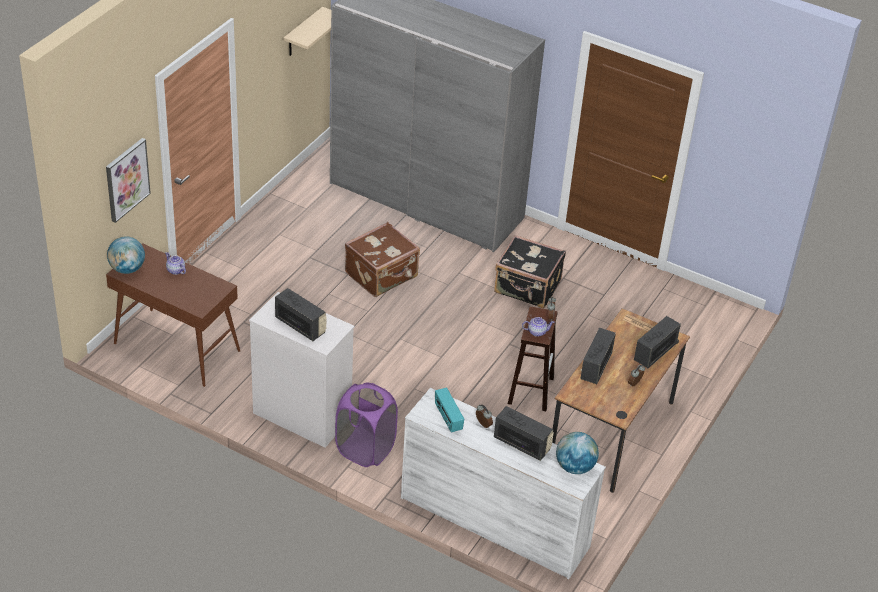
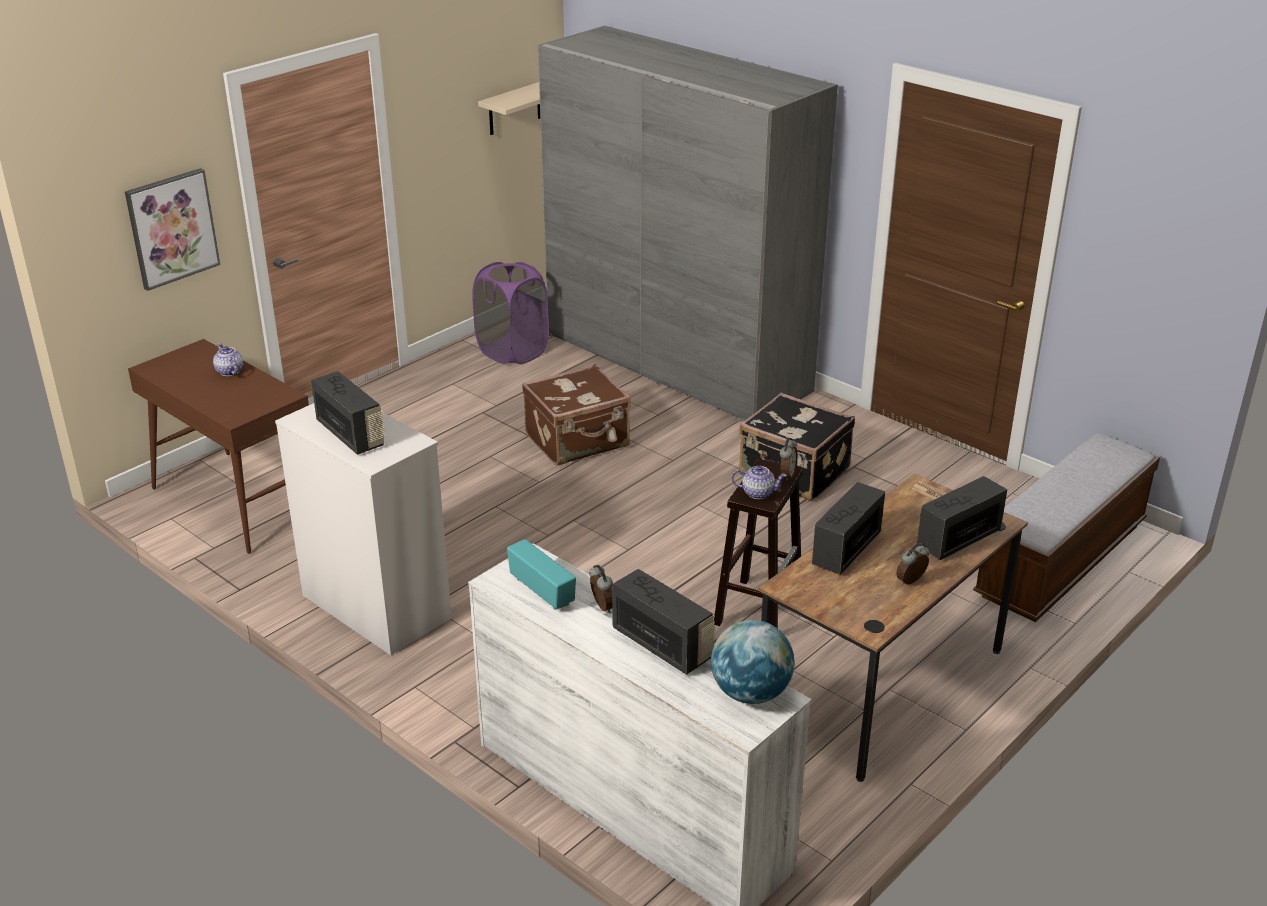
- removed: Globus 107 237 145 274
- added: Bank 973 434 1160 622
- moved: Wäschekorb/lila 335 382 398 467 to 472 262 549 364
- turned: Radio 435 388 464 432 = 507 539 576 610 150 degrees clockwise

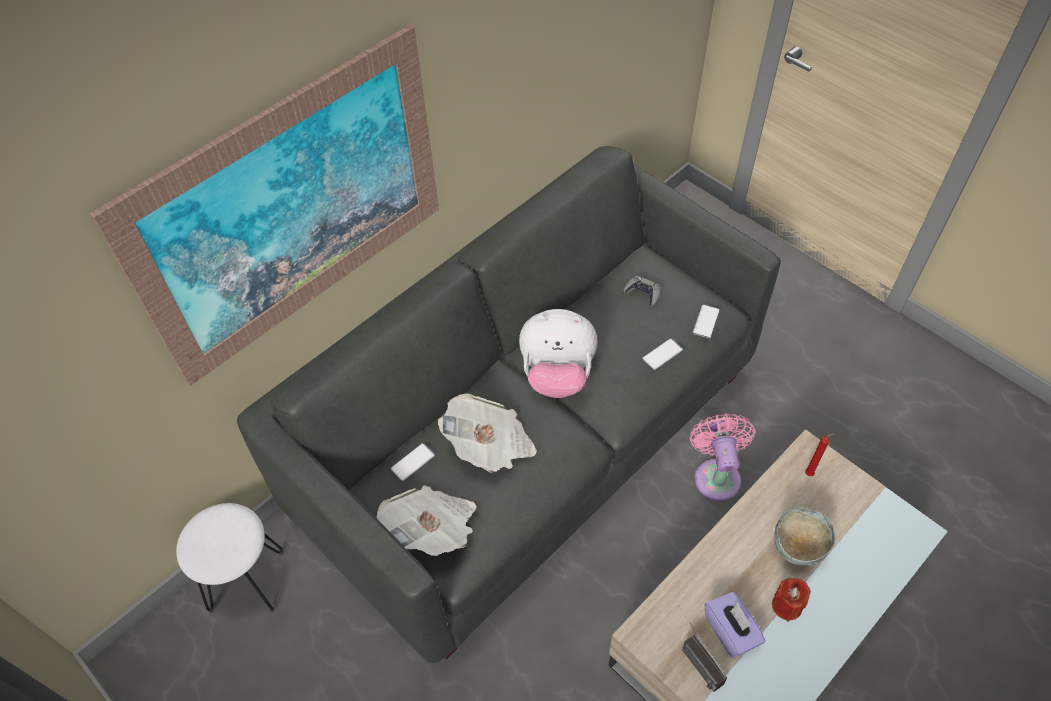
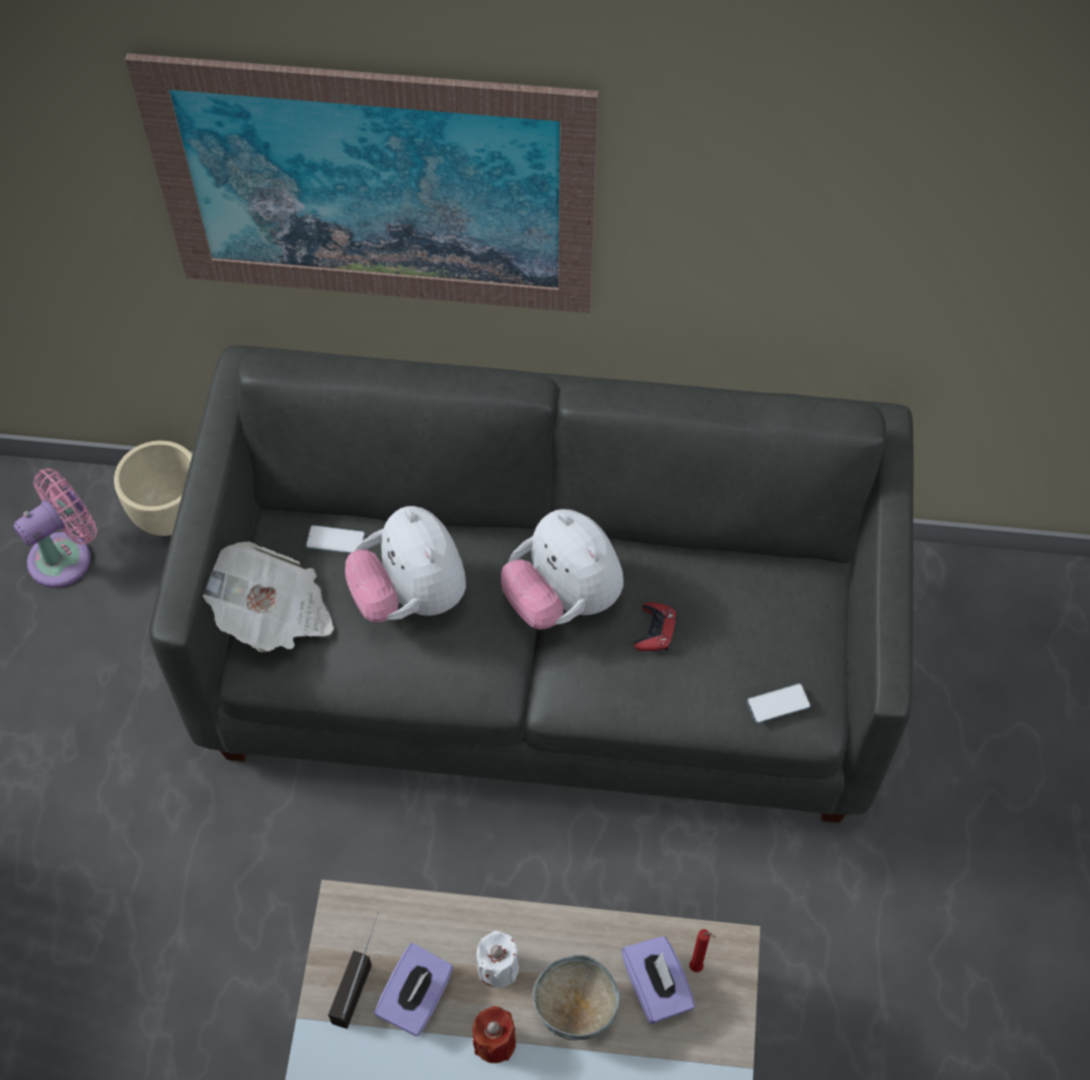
- removed: Gamepad/grau 623 276 661 306
- removed: Handy 642 338 683 370
- added: Kerze/weiß 476 931 519 988
- added: Taschentuchbox/lila 621 936 695 1024
- added: Gamepad/rot 633 602 677 651
- moved: Ventilator/rosa 690 414 756 501 to 14 468 97 588
- replaced: Hocker/weiß 176 503 284 613 to Pflanzkübel/beige 114 441 192 536
- replaced: Zeitung 438 393 537 473 to Plüschtier 345 506 466 623

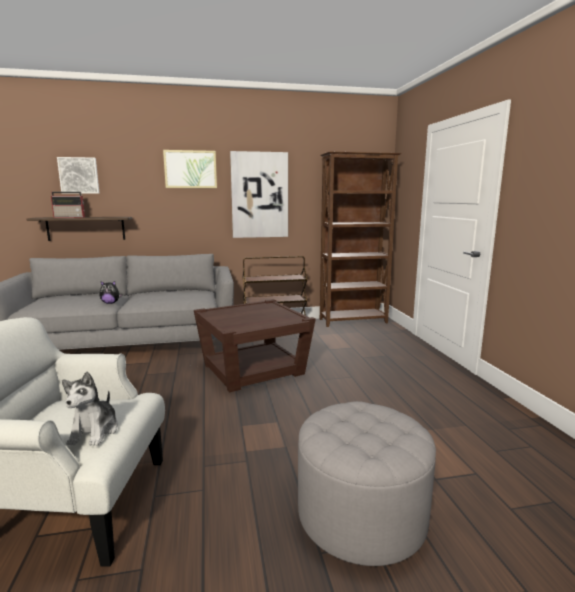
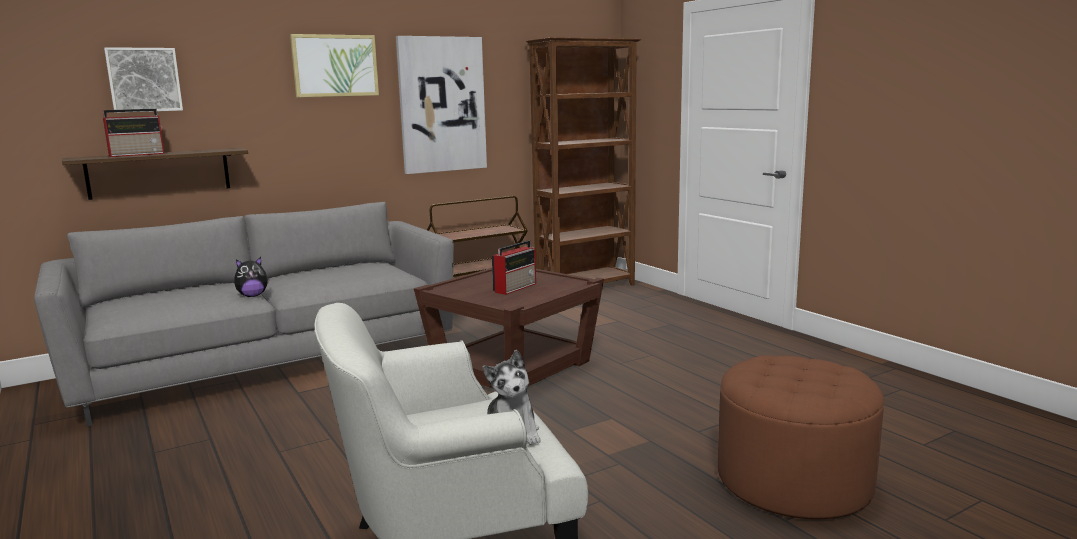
- added: Radio 492 240 536 295
- recoloured: Polsterhocker/grau 298 401 436 566 to Polsterhocker/braun 718 356 884 519

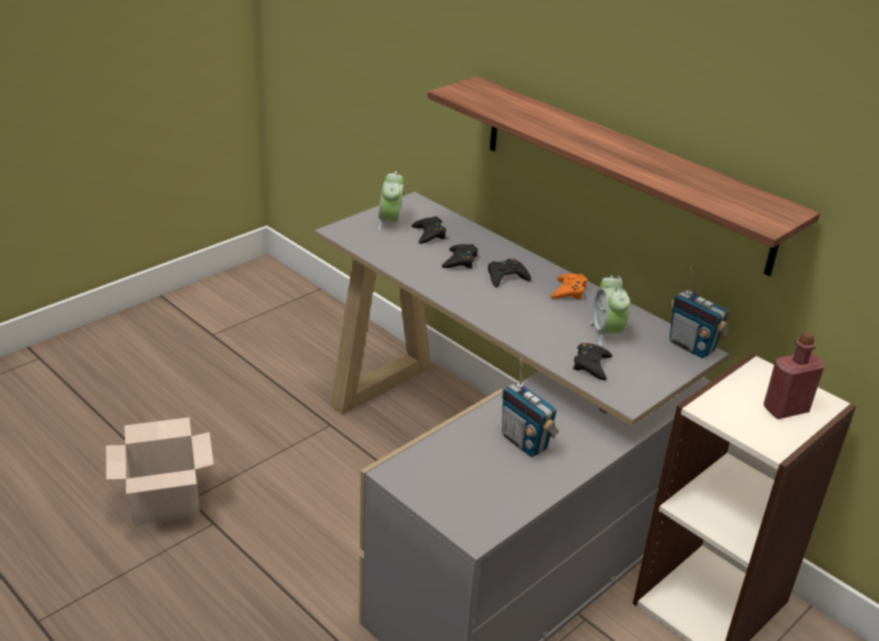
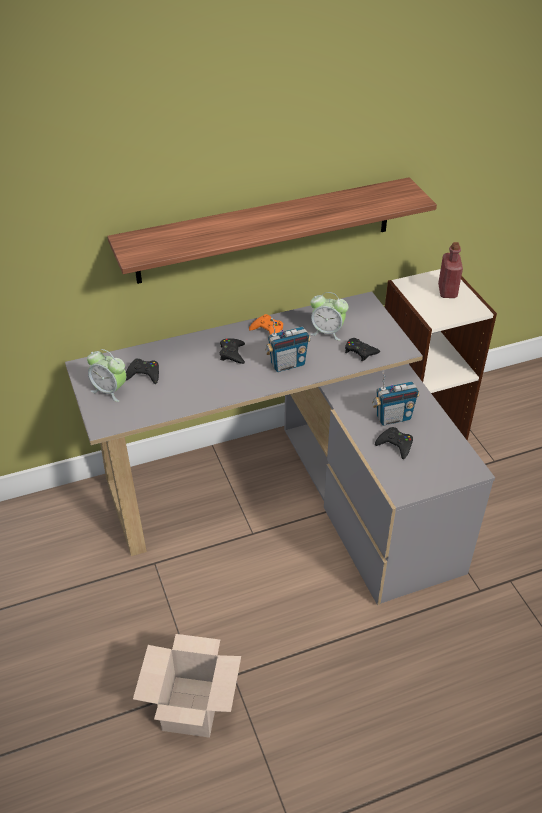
- moved: Gamepad/schwarz 442 244 478 269 to 375 427 413 459
- moved: Radio 670 267 729 358 to 265 318 311 372

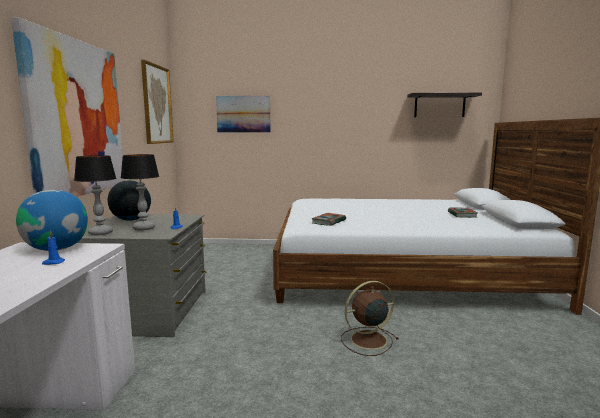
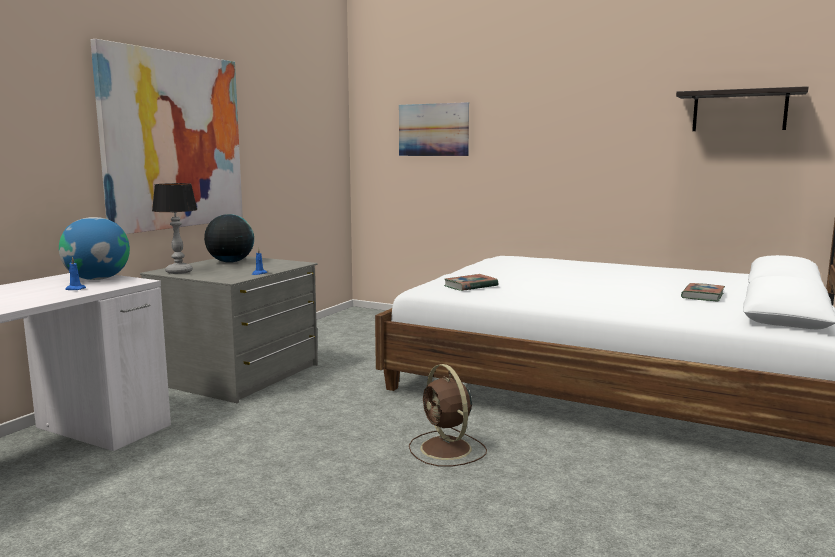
- removed: Tischlampe 121 154 159 230
- removed: Bild 141 60 174 144
- turned: Ventilator/braun 341 281 399 356 = 409 364 487 467 120 degrees counterclockwise

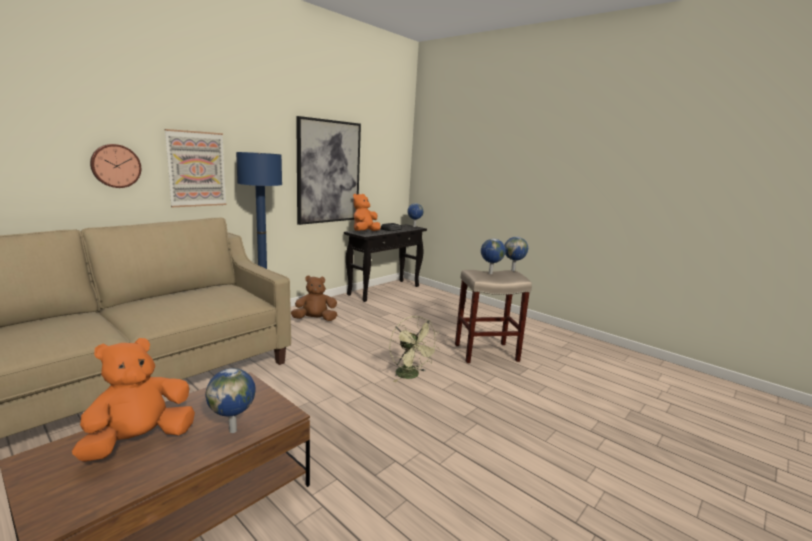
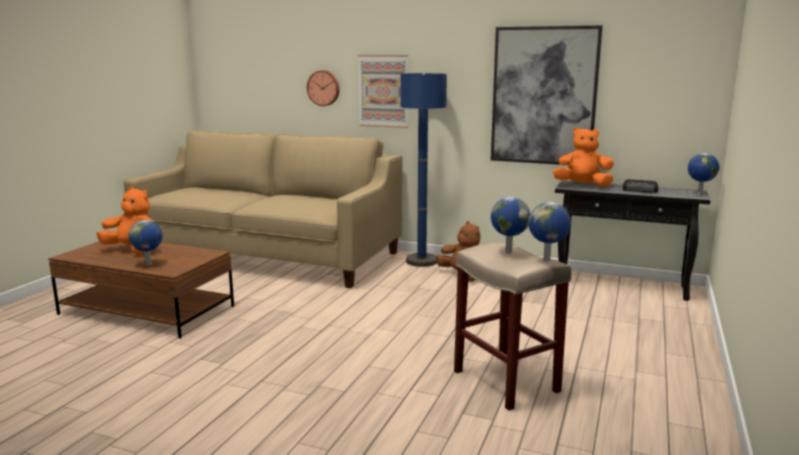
- removed: Ventilator/grün 389 316 440 382

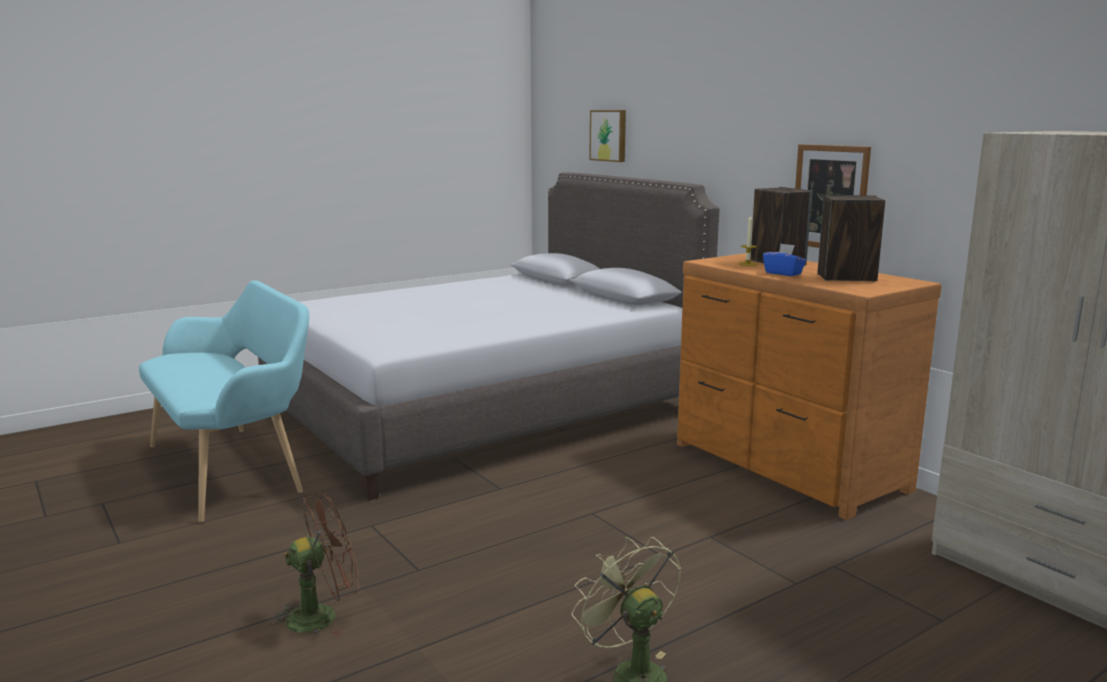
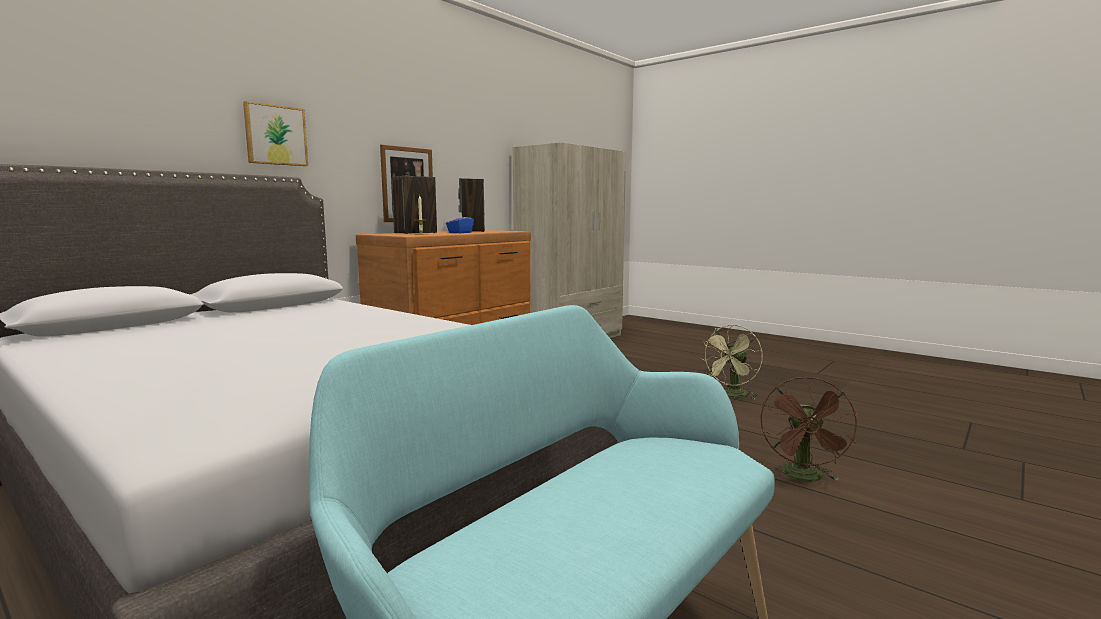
- moved: Bild 589 110 626 162 to 243 101 308 166
- turned: Ventilator/braun 269 493 359 637 = 760 377 858 481 120 degrees counterclockwise

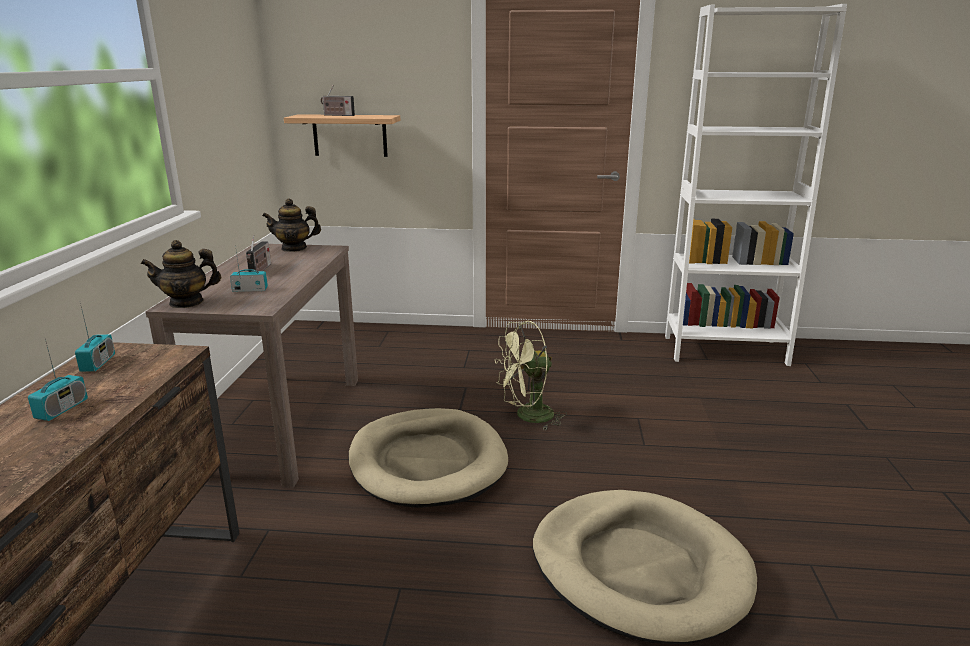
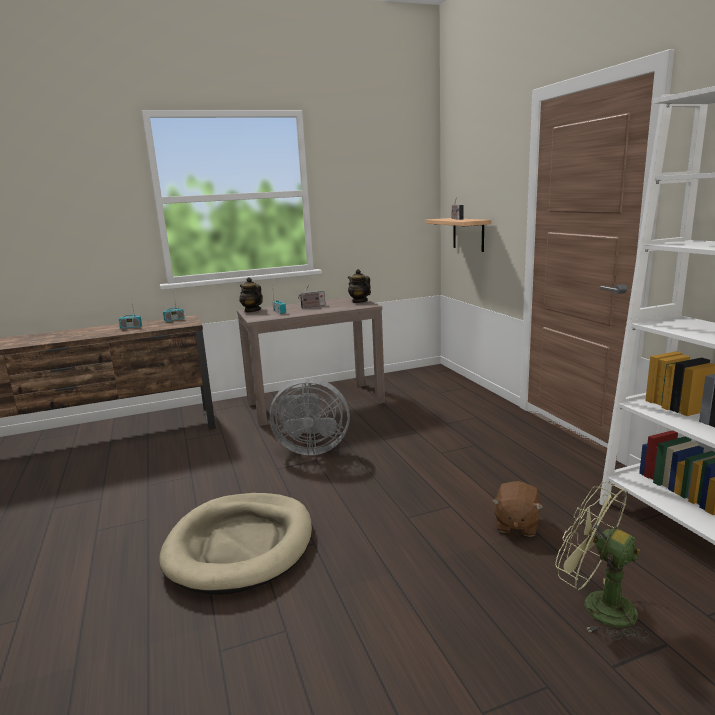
- added: Plüschtier/braun 492 481 543 537
- moved: Ventilator/grün 495 321 567 430 to 555 481 649 641
- replaced: Hundebett/beige 348 408 508 508 to Ventilator/grau 269 378 350 455

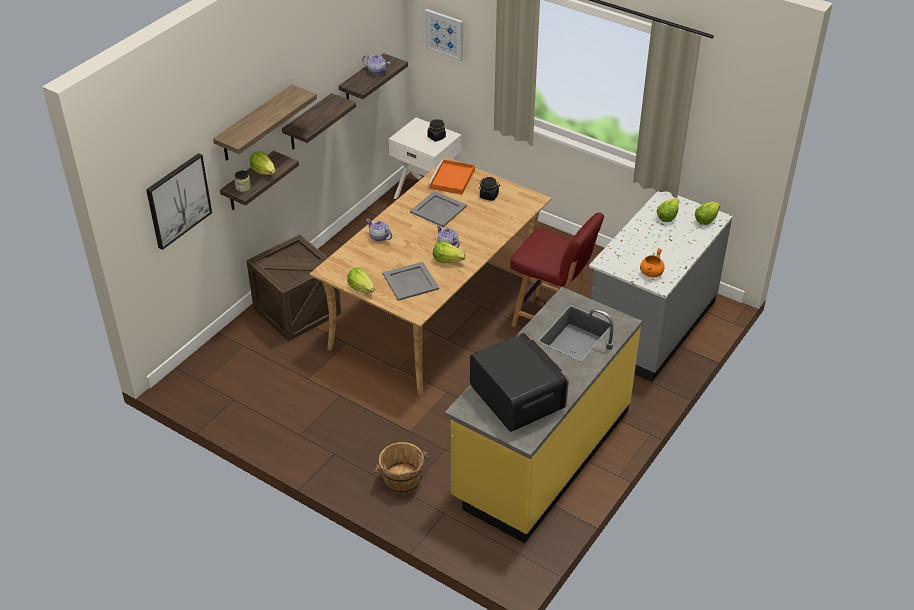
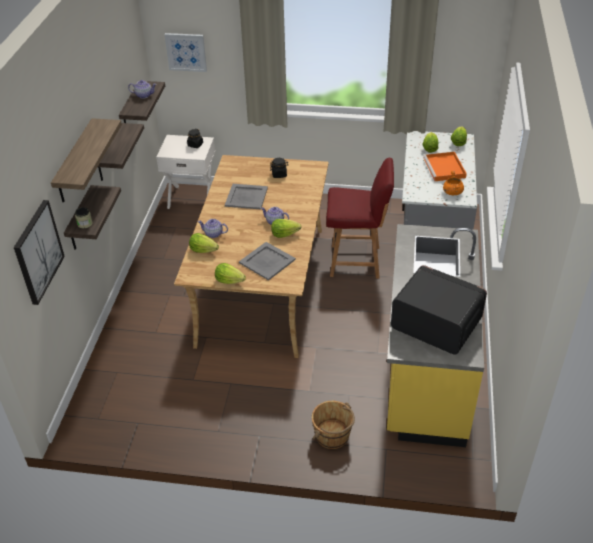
- removed: Kiste 246 234 341 341
- moved: Salatkopf 250 151 276 175 to 189 233 219 253
- moved: Tablett/orange 428 159 475 195 to 423 152 467 181

